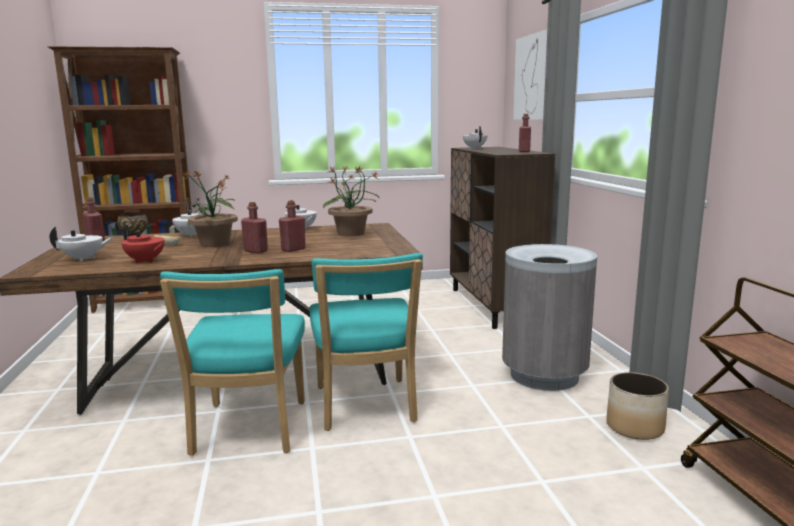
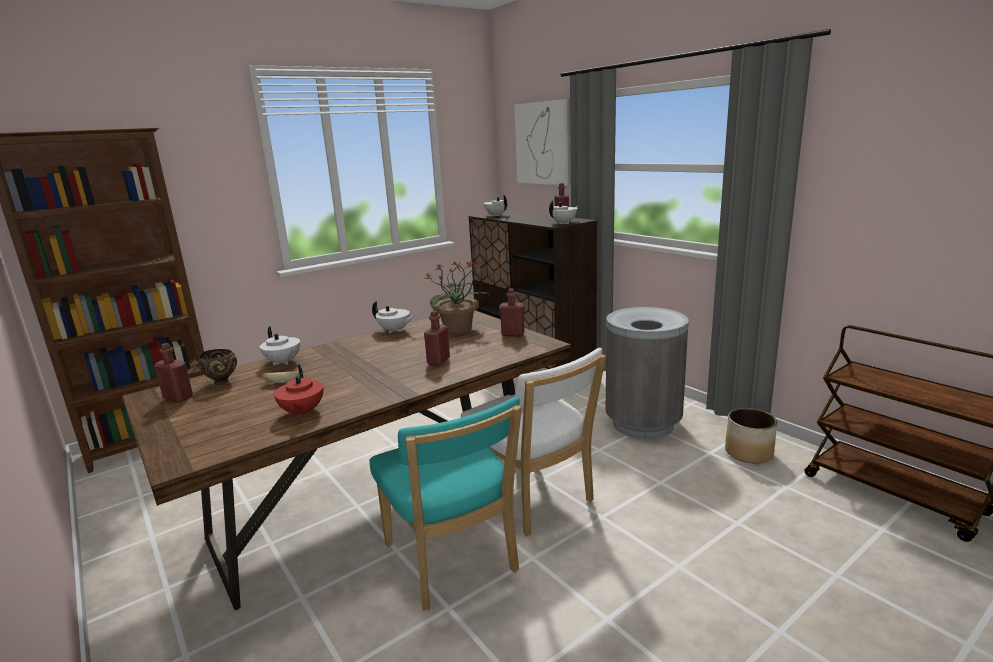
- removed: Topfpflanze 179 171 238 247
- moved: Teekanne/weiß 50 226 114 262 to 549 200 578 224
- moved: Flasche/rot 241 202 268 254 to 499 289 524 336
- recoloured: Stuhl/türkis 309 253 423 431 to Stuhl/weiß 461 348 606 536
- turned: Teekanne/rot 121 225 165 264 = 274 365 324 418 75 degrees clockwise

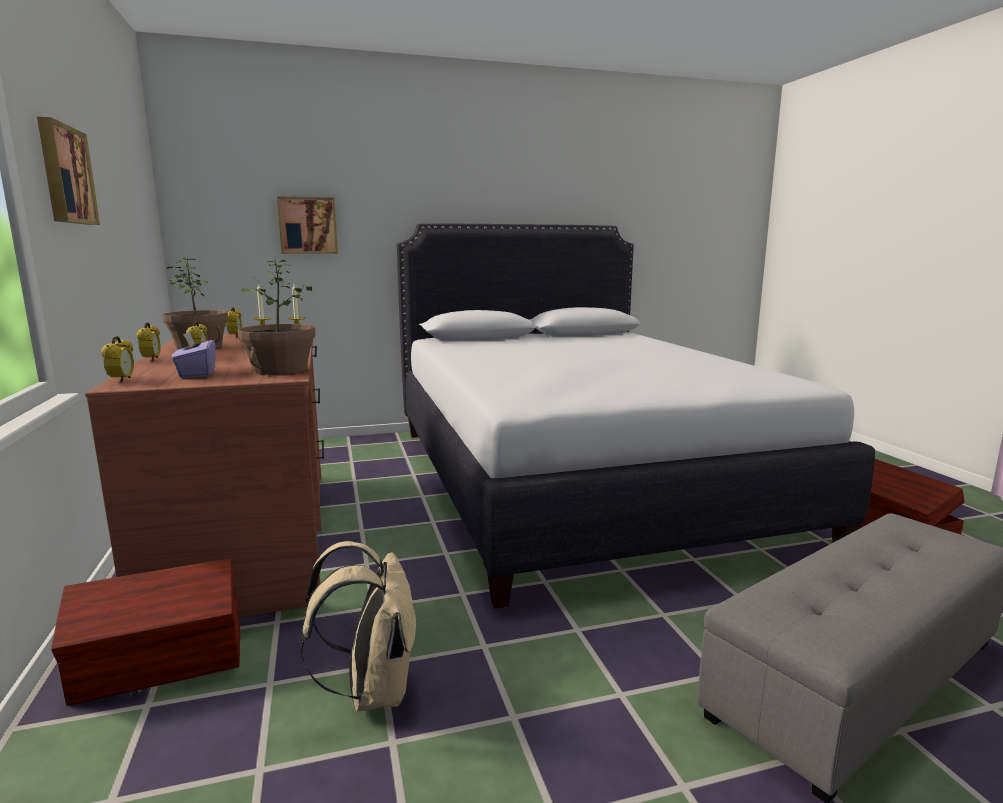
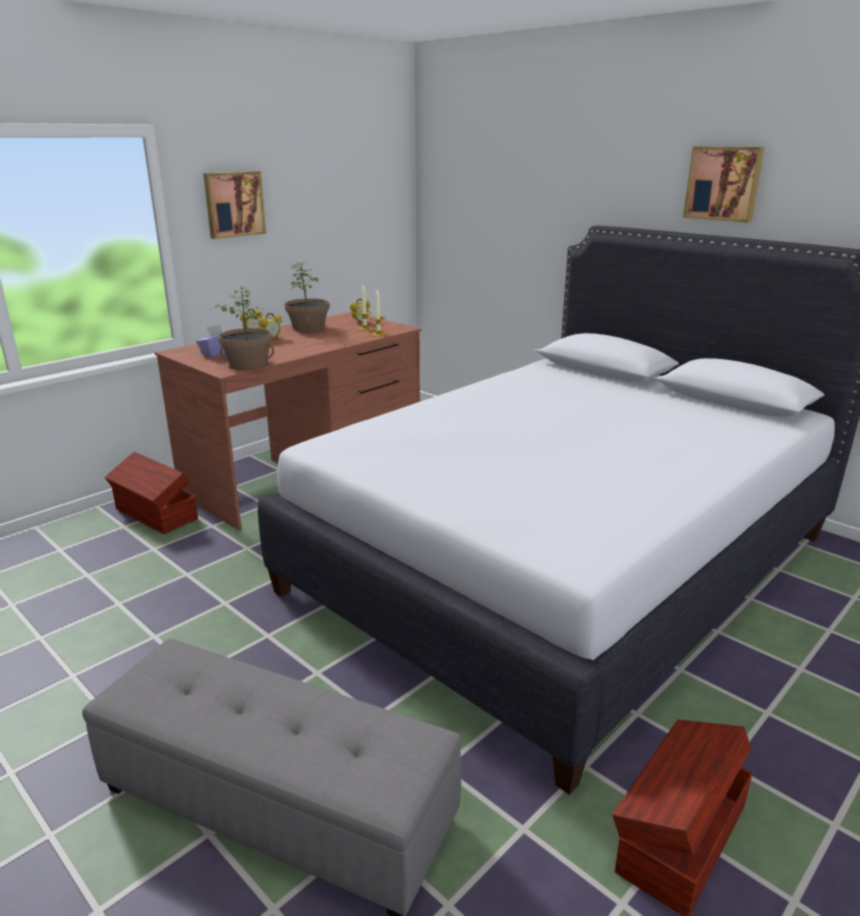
- removed: Wecker 101 336 134 382
- removed: Rucksack/beige 300 541 417 711
- moved: Bild 277 196 338 254 to 683 146 764 223

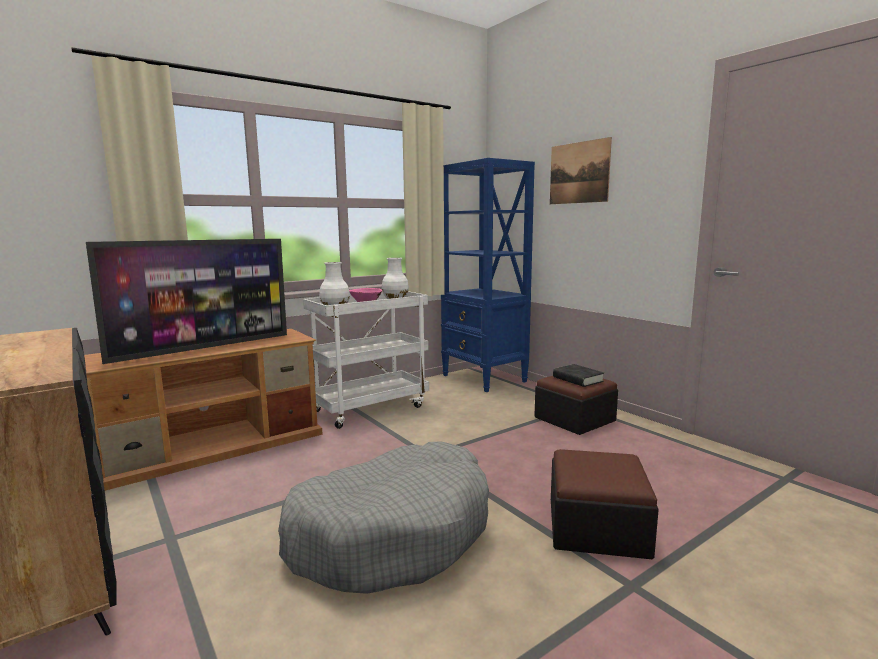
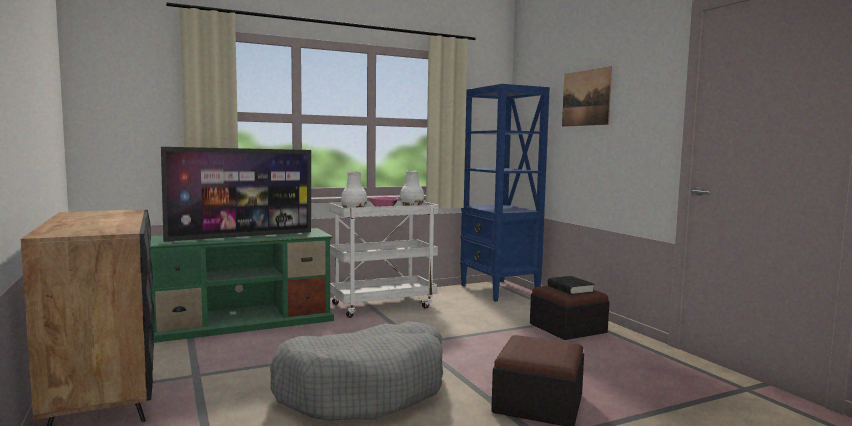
- recoloured: Fernsehschrank/braun 84 329 323 491 to Fernsehschrank/grün 150 228 334 343

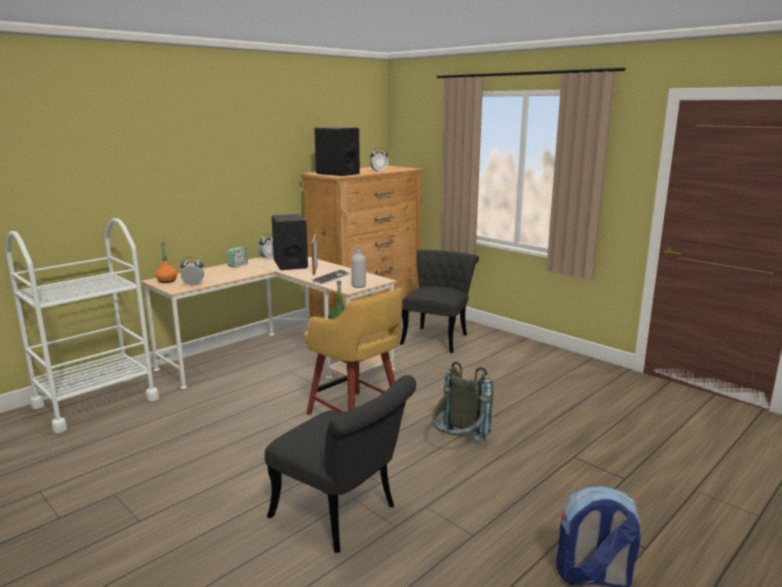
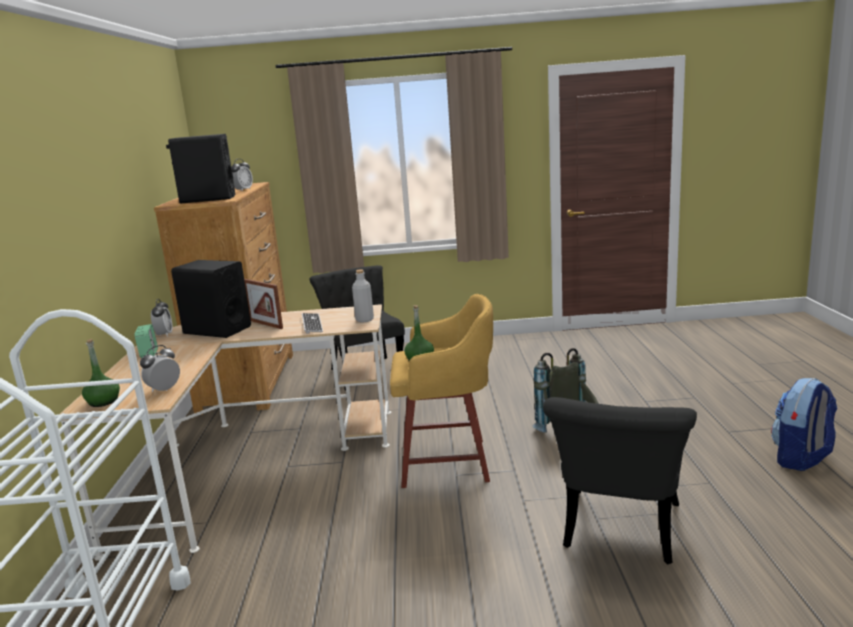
- recoloured: Flasche/orange 155 242 177 283 to Flasche/grün 82 339 120 407
- turned: Stuhl/schwarz 265 375 416 553 = 543 397 697 565 120 degrees clockwise

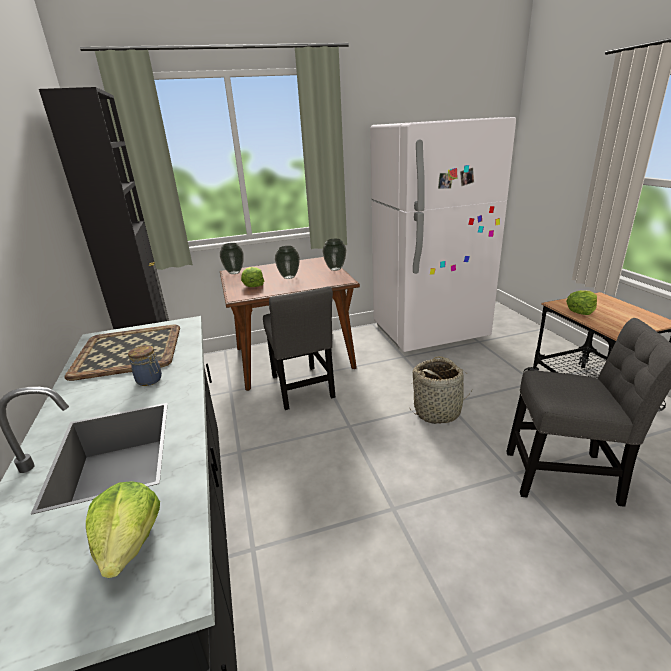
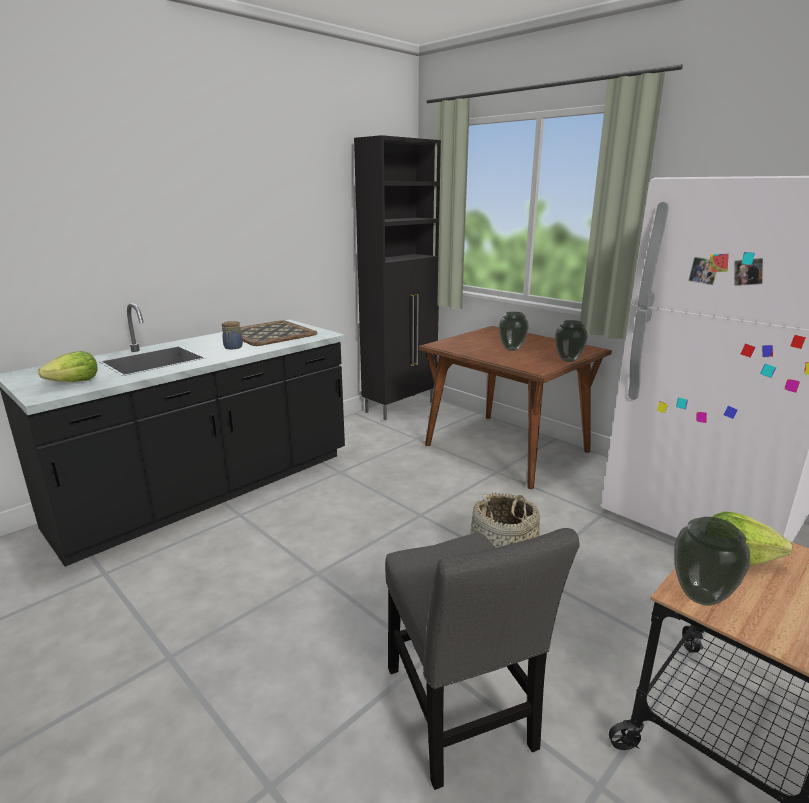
- removed: Salatkopf 241 267 264 287
- removed: Stuhl/grau 263 287 335 410
- moved: Vase 220 243 244 274 to 674 517 750 606

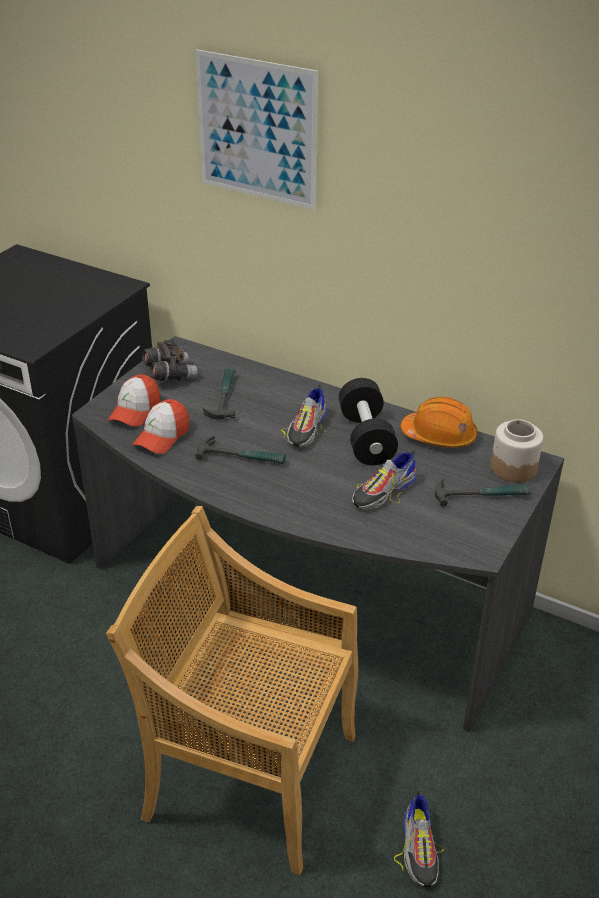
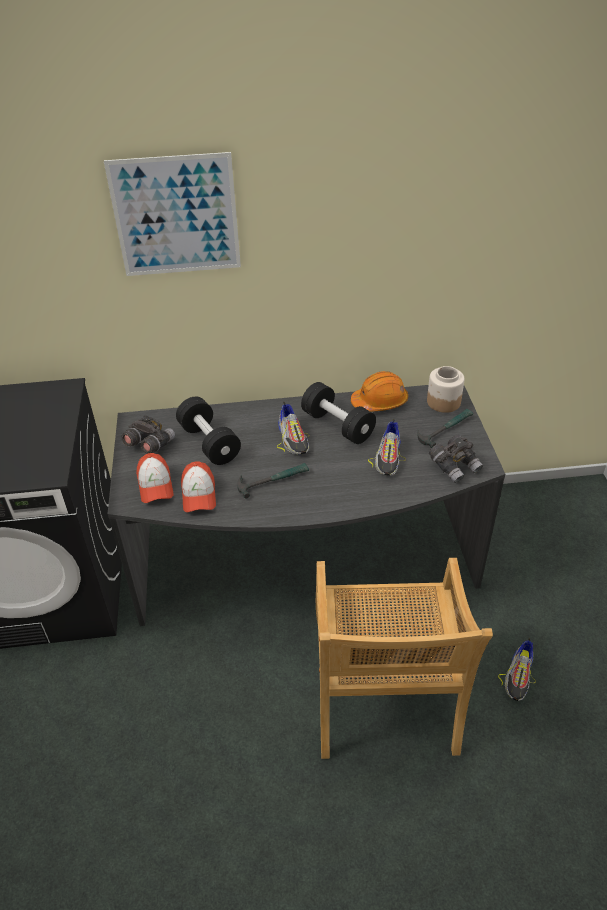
- added: Fernglas/grau 429 435 483 483
- replaced: Hammer 203 368 236 420 to Hantel/schwarz 176 397 241 465
- turned: Stuhl/beige 106 506 358 875 = 316 558 493 759 75 degrees counterclockwise
- turned: Schuh 394 790 444 887 = 498 638 536 701 60 degrees clockwise

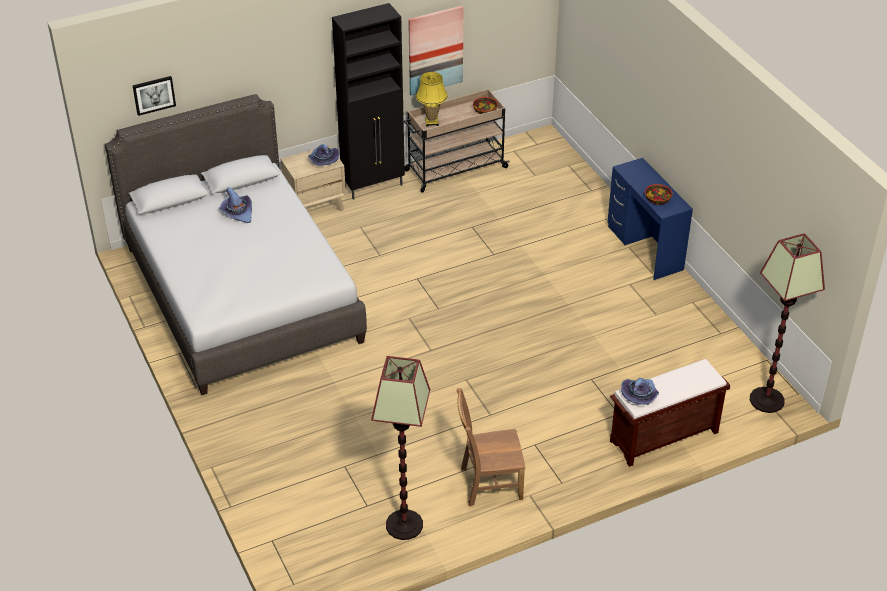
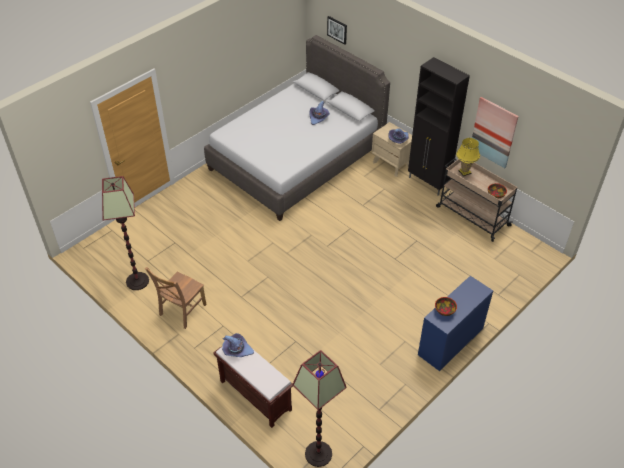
- turned: Stuhl/braun 456 388 526 507 = 145 267 207 329 120 degrees counterclockwise

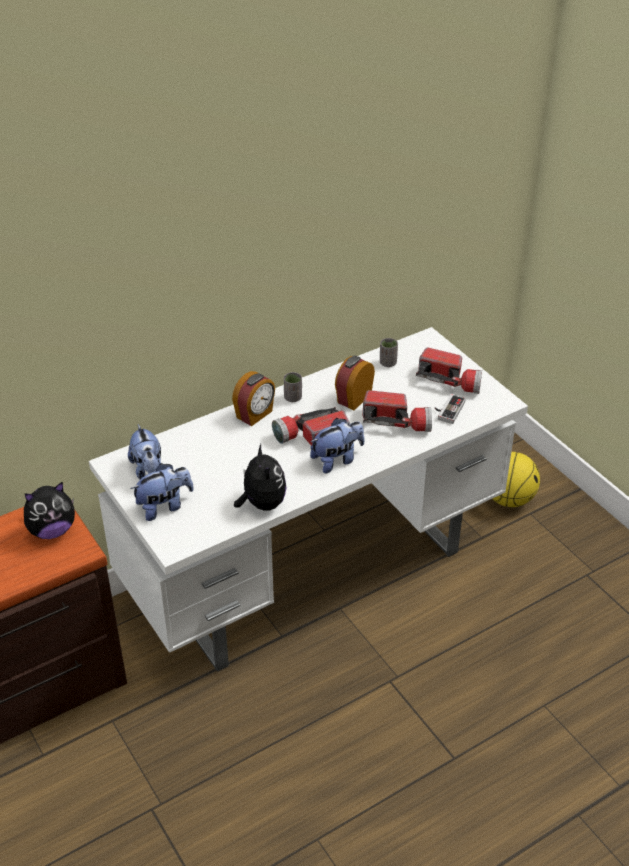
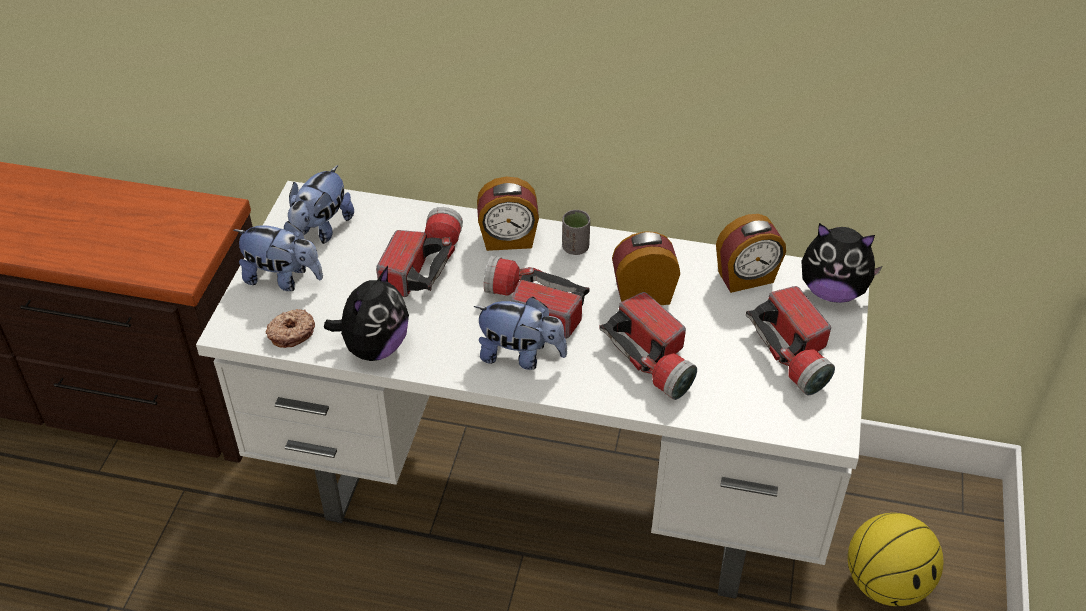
- removed: Gamepad 434 394 466 424
- added: Donut 265 309 315 348
- added: Taschenlampe 376 207 463 297
- moved: Plüschtier 24 482 75 539 to 801 223 883 303
- replaced: Tasse/grau 380 338 398 367 to Wecker 716 214 786 293

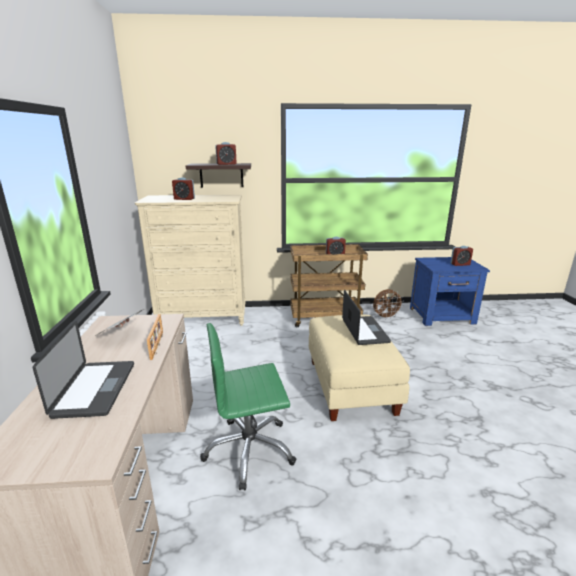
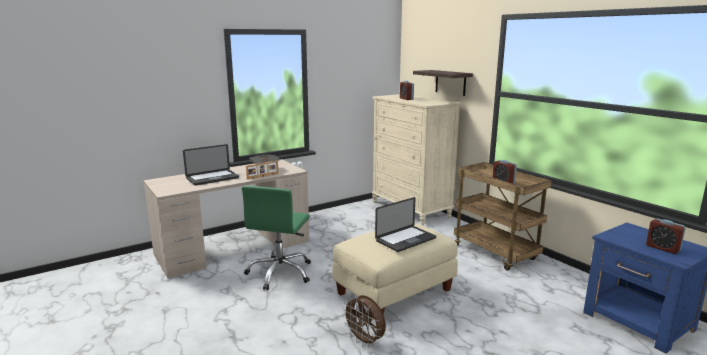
- removed: Wecker 215 142 237 165
- moved: Ventilator/braun 373 289 404 320 to 342 295 386 348
- turned: Bürostuhl/grün 200 323 297 491 = 242 186 311 290 120 degrees counterclockwise

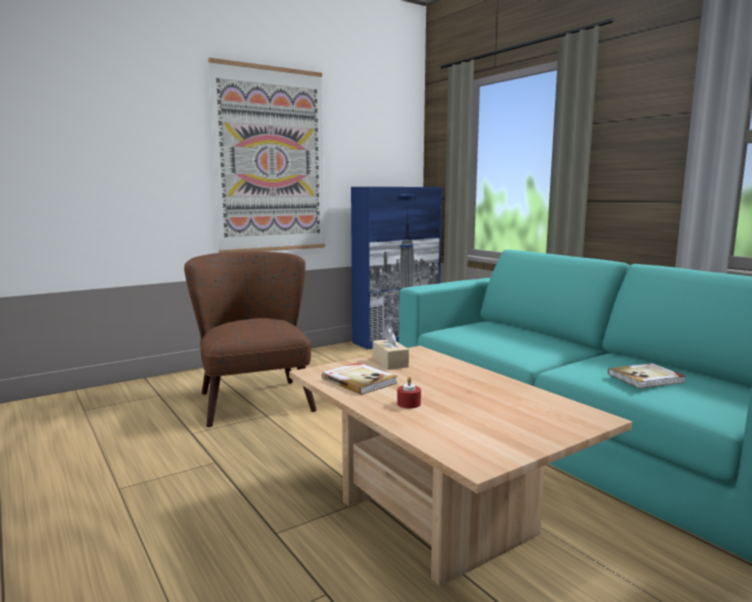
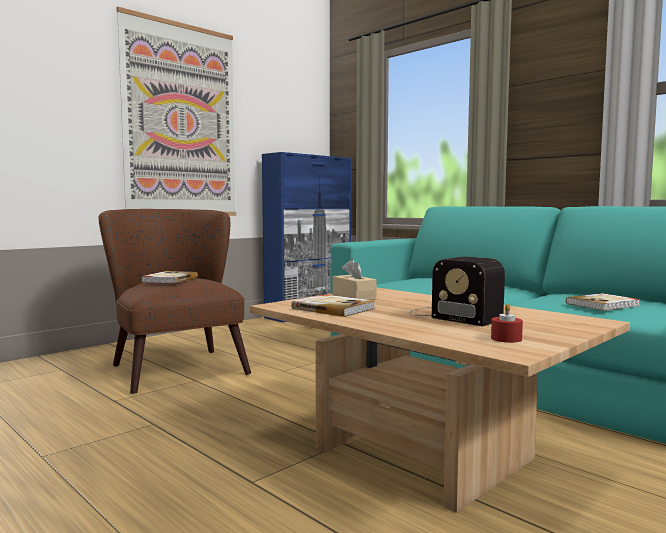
- added: Buch 141 271 198 283
- added: Radio 408 257 505 326
- moved: Kerze/rot 397 377 421 408 to 491 304 523 343

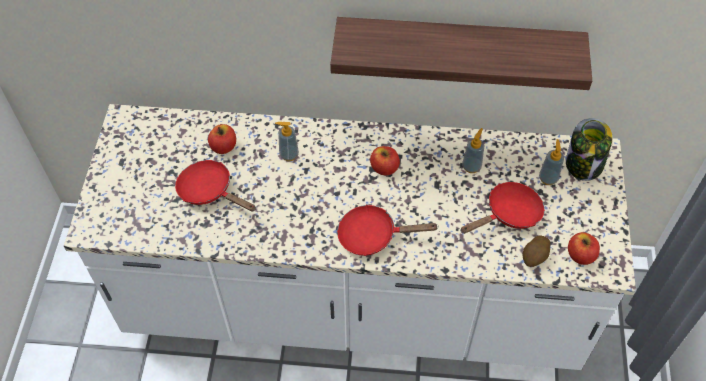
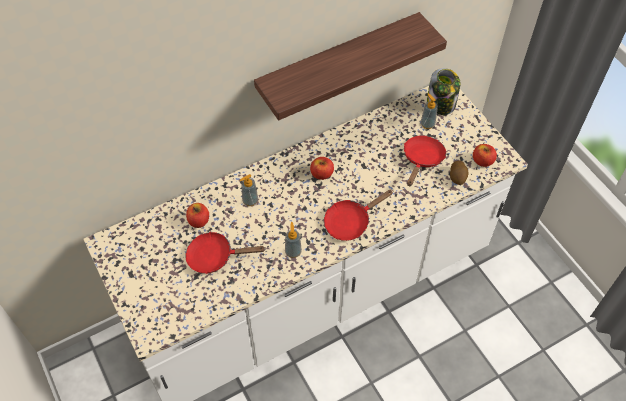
- moved: Seifenspender 462 128 485 173 to 285 222 302 258

